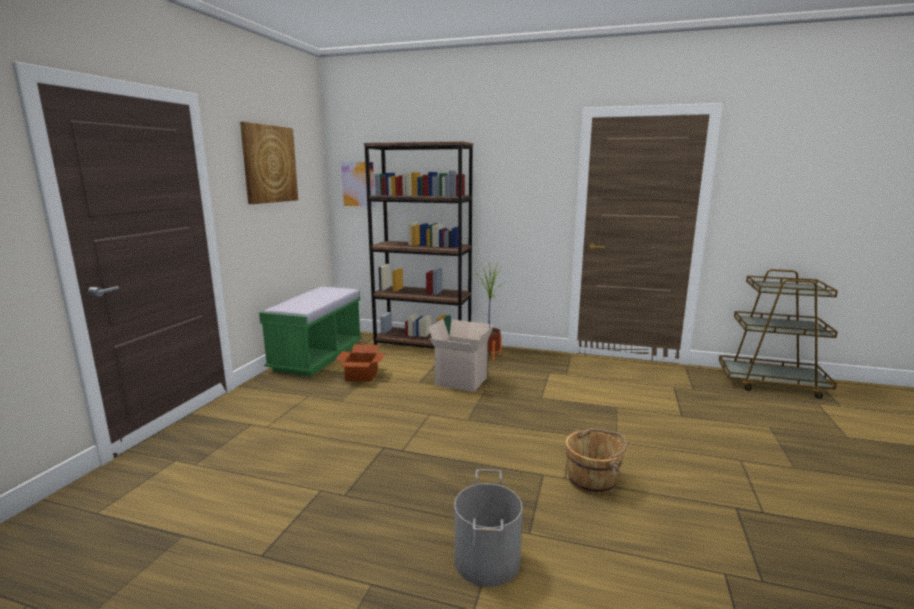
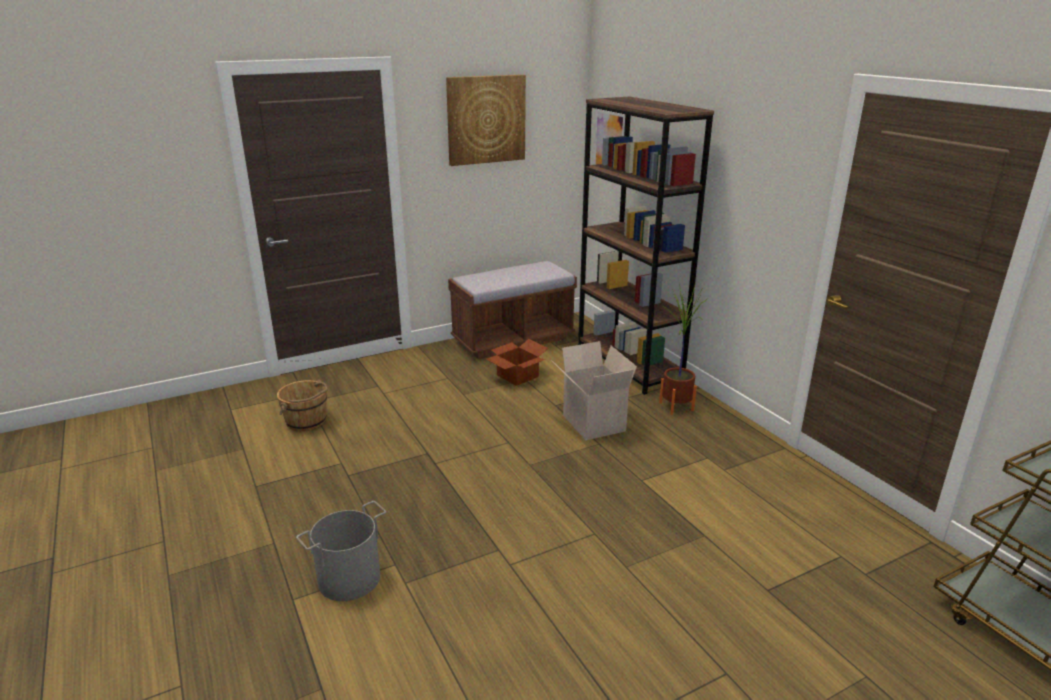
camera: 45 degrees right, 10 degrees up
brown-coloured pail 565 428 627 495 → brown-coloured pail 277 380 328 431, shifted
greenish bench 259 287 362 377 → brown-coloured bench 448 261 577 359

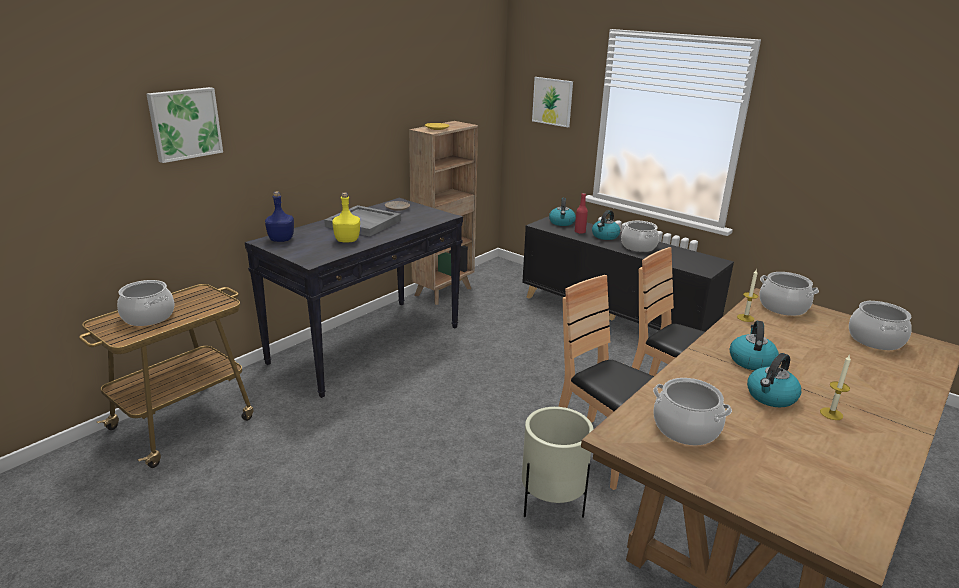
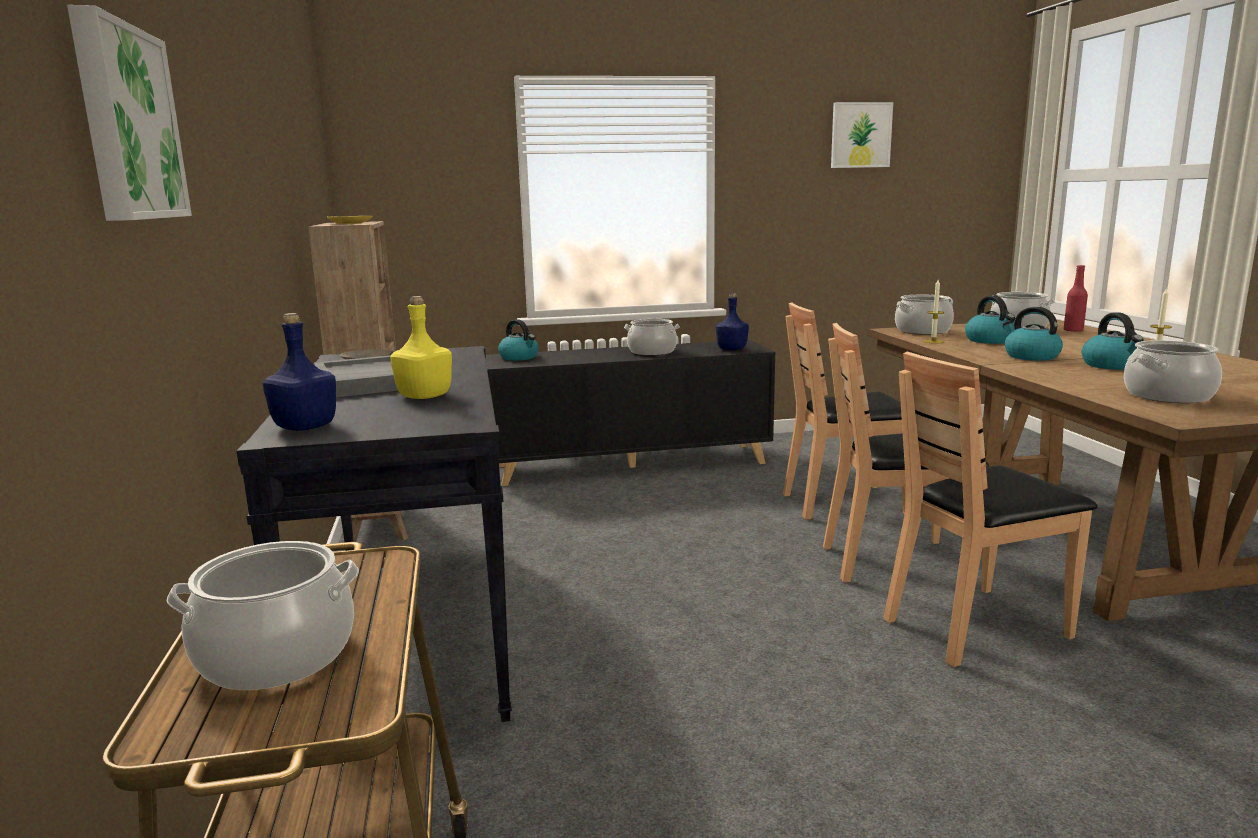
camera: 50 degrees left, 10 degrees down
- → blue beverage bottle 716 293 749 350
wall picture 532 77 573 127 → wall picture 831 102 893 168, shifted
reddish beverage bottle 575 193 588 234 → reddish beverage bottle 1063 265 1088 332, shifted
tea kettle 592 210 620 240 → tea kettle 965 295 1015 344, shifted
beige flower pot 522 407 593 518 → brown-coloured plain chair 883 351 1098 667

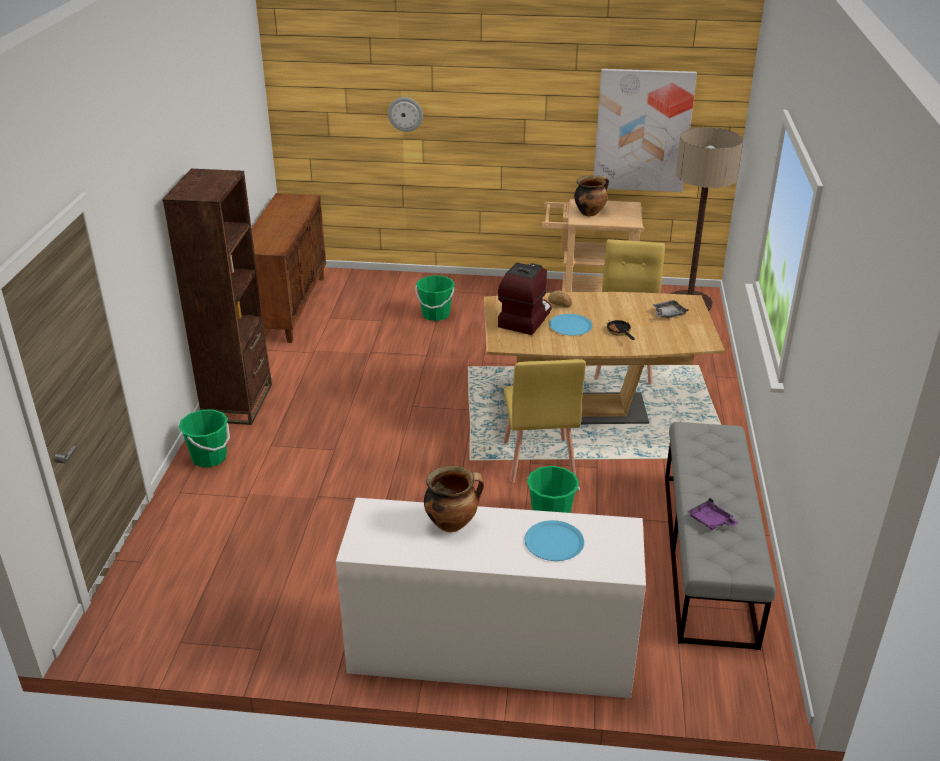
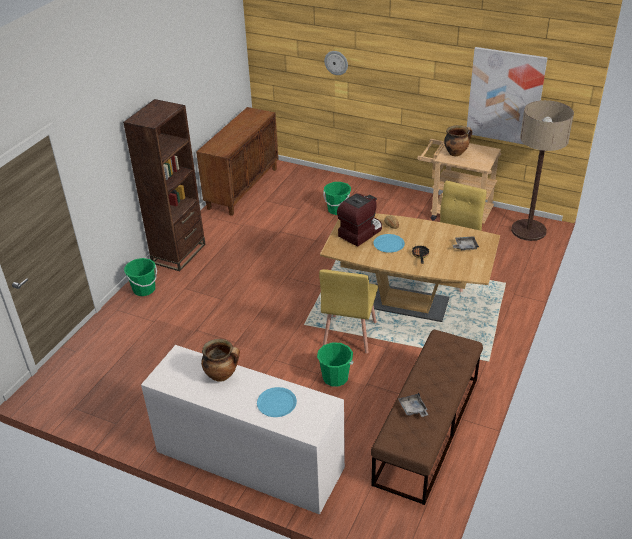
camera: 20 degrees right, 5 degrees up
grey bench 665 422 776 650 → brown-coloured bench 371 330 483 505
purple-coloured carrying tray 687 498 739 530 → grey carrying tray 398 392 428 417

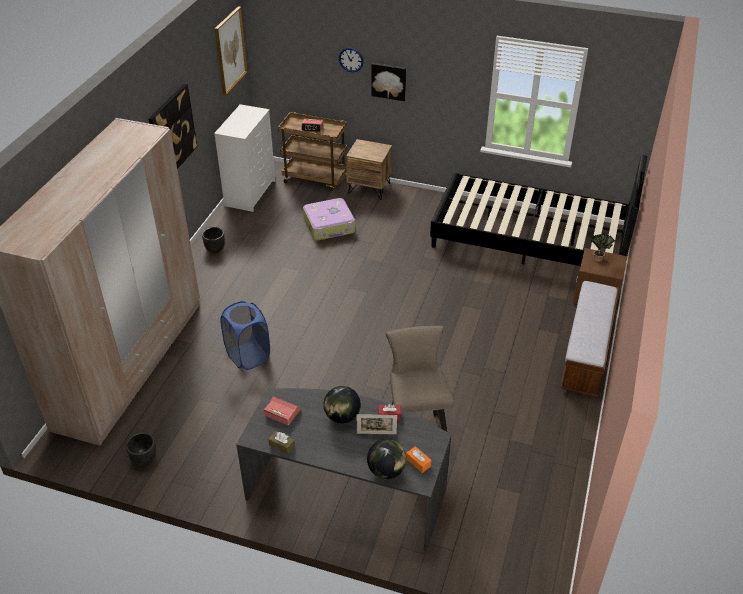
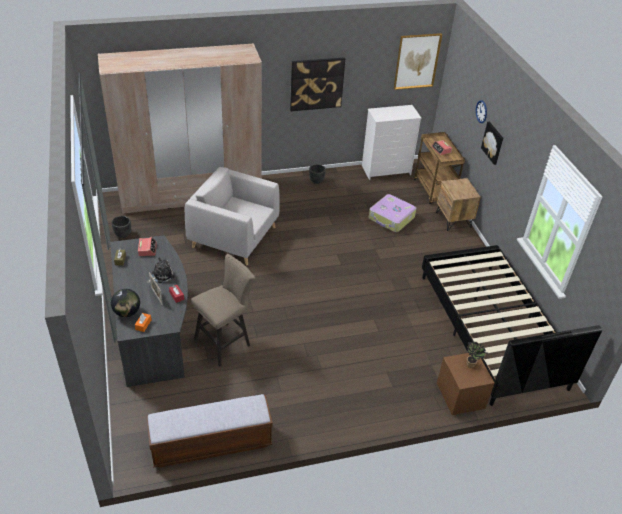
camera: 55 degrees right, 0 degrees up
bench 561 281 619 397 → bench 146 394 273 468, shifted
blue hamper 220 301 270 370 → grey lounge chair 185 167 280 265
desk globe 323 386 361 423 → cuddly toy 147 258 175 283

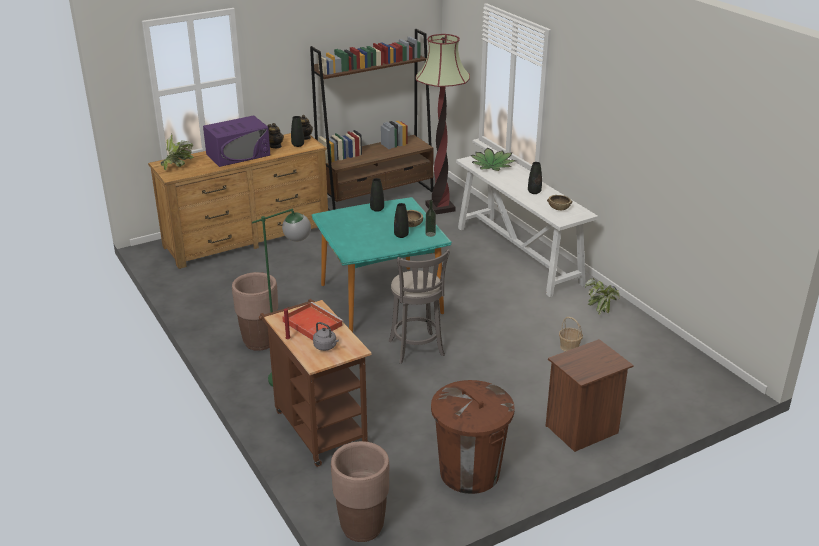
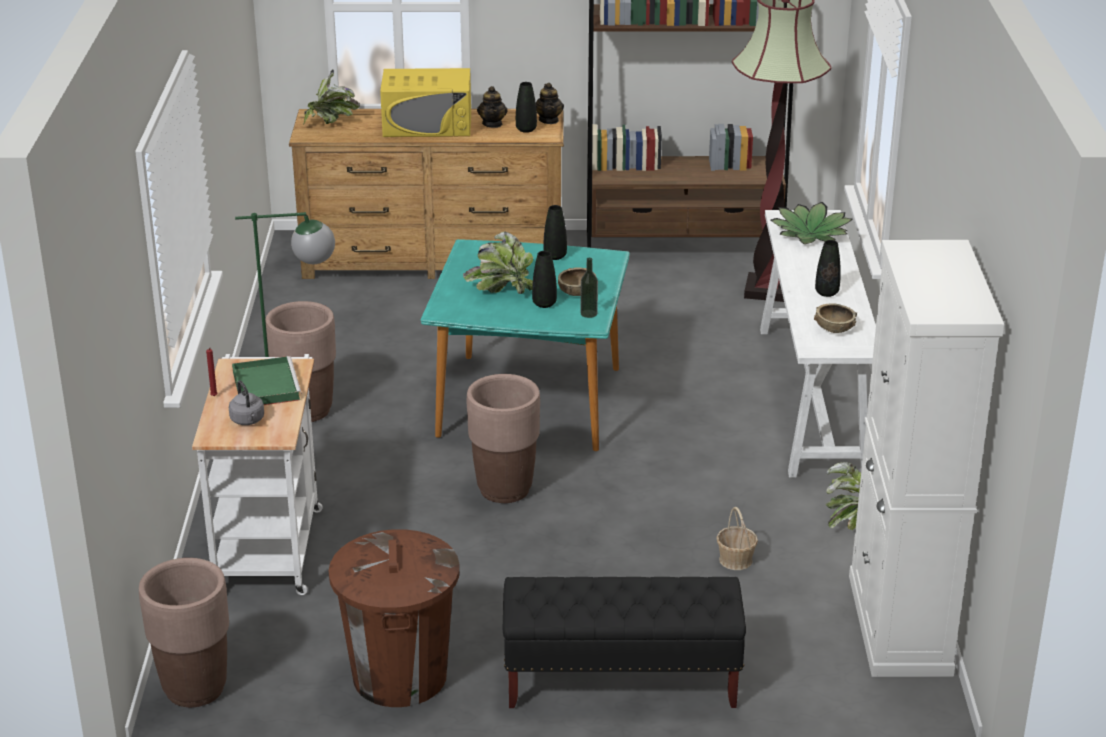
camera: 30 degrees right, 0 degrees up
- → potted plant 463 231 533 294
- → white storage cabinet 849 240 1004 677
grey stool 388 250 450 364 → brown-coloured flower pot 467 374 540 503
brown-coloured nightstand 545 339 634 452 → black-coloured bench 503 577 746 708
purple-coloured microwave oven 203 115 270 167 → yellowish microwave oven 380 68 471 137
brown-coloured trolley 259 299 372 467 → white trolley 192 354 323 595
reddish carrying tray 282 302 344 341 → greenish carrying tray 232 356 302 405

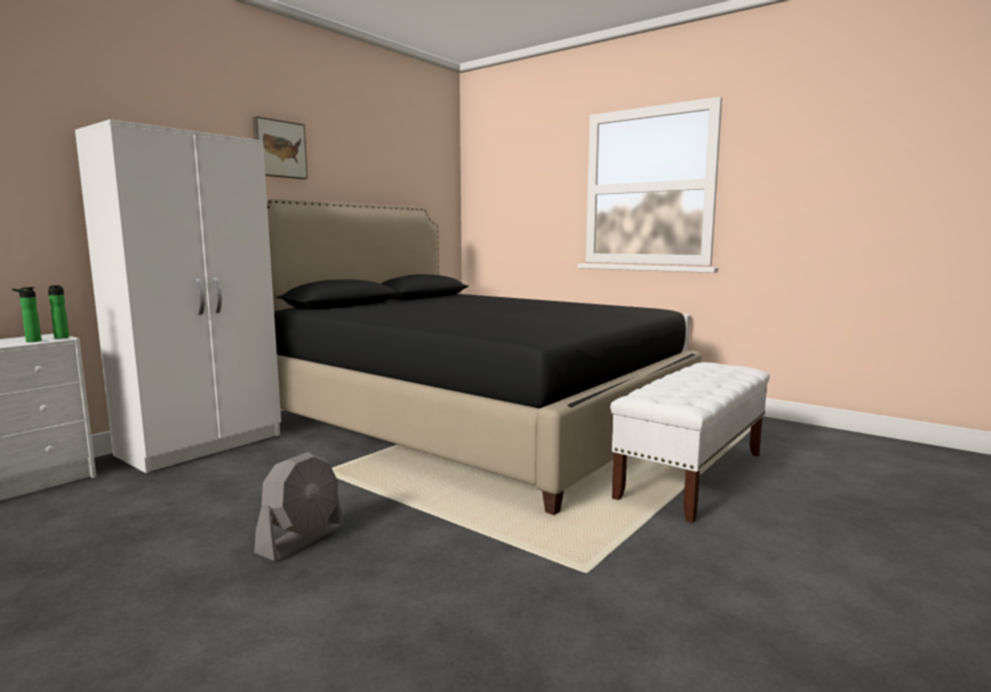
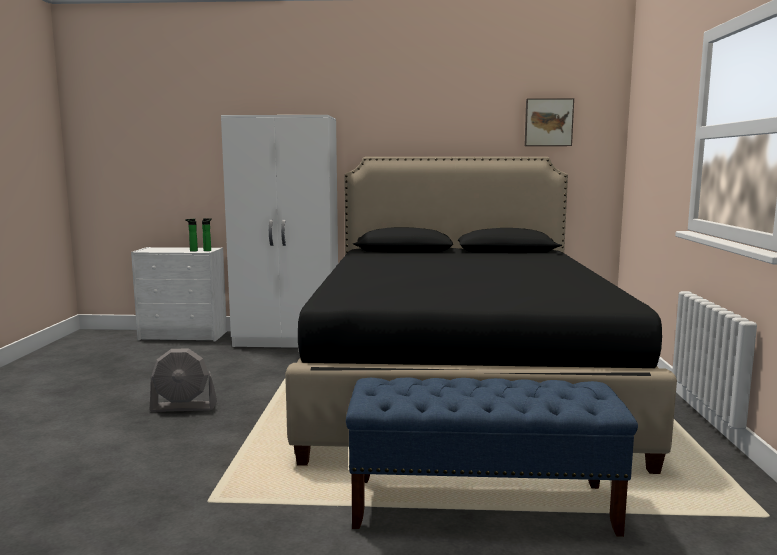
camera: 55 degrees right, 0 degrees up
wall picture 252 116 308 179 → wall picture 524 98 574 146, shifted
white bench 610 362 770 523 → blue bench 346 378 638 537

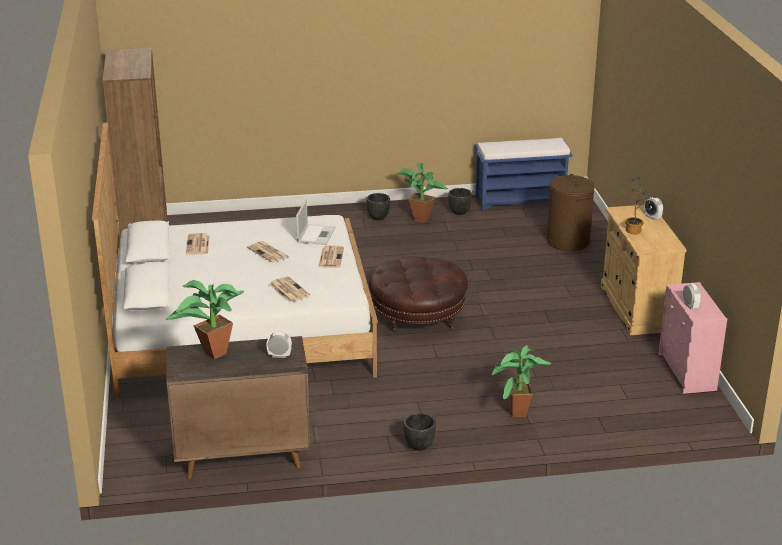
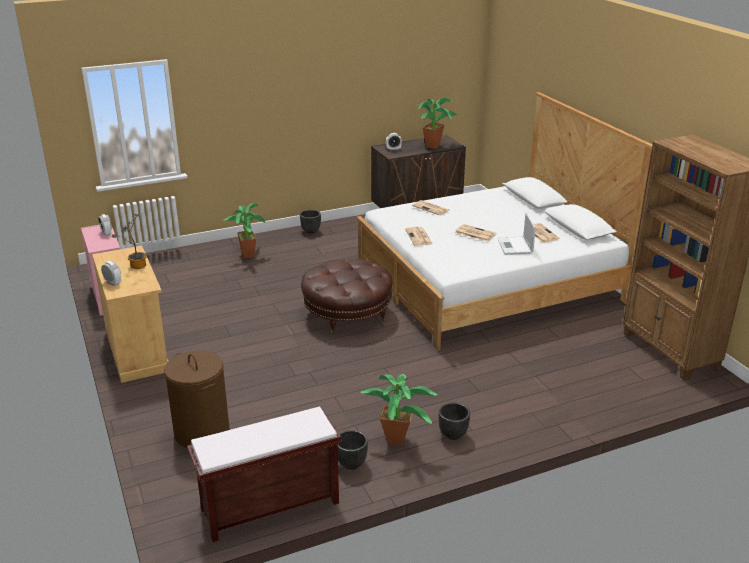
camera: 165 degrees right, 0 degrees up
portable computer 296 199 335 245 → portable computer 497 213 536 255, shifted
blue bench 474 138 573 210 → brown-coloured bench 187 407 342 542

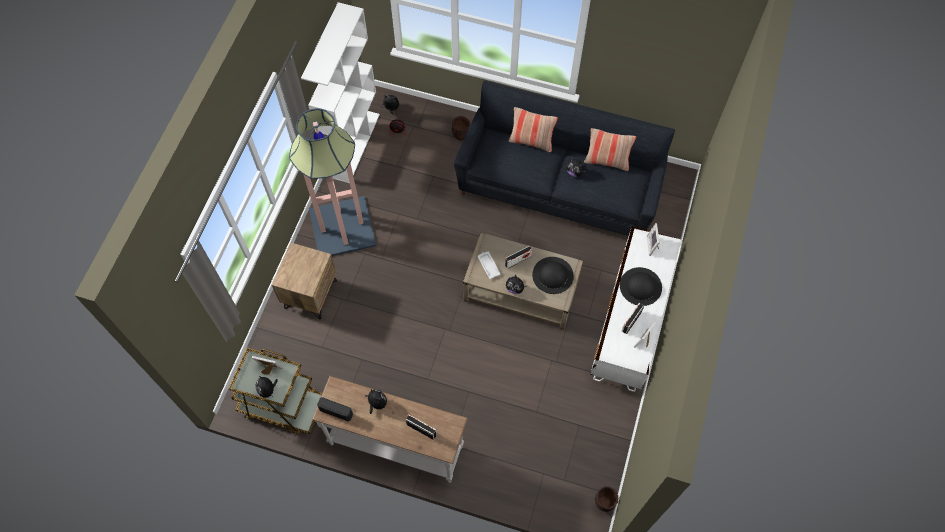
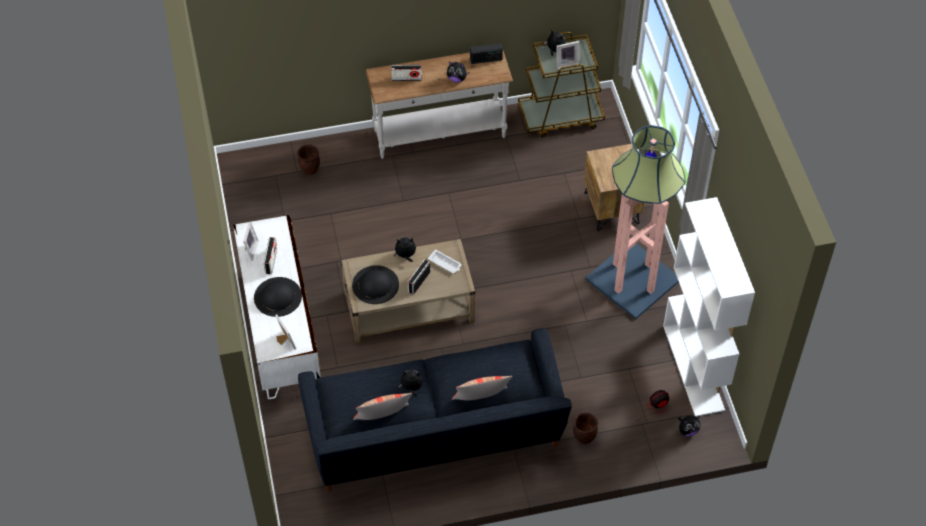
camera: 150 degrees right, 10 degrees down
brown-coloured flower pot 595 486 618 512 → brown-coloured flower pot 297 144 320 175, shifted

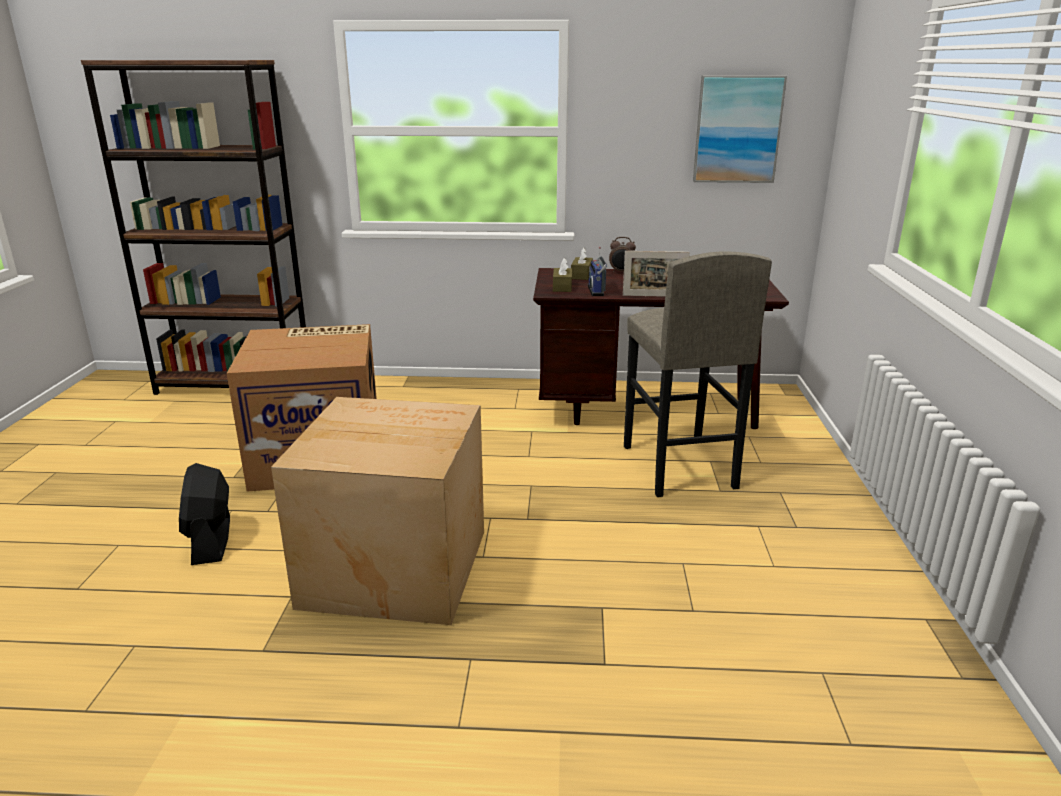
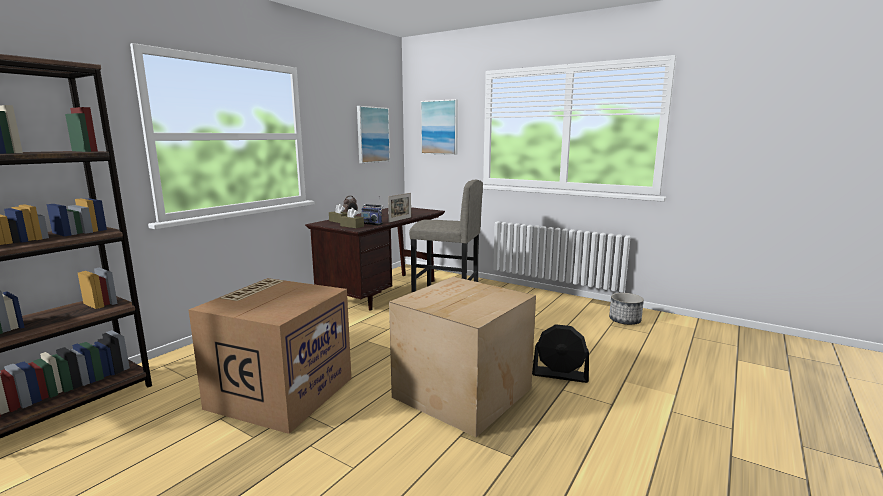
camera: 60 degrees left, 10 degrees down
- → wall picture 421 99 458 155
- → flower pot 609 293 644 325
black-coloured electric fan 179 463 230 565 → black-coloured electric fan 532 324 589 383, shifted

